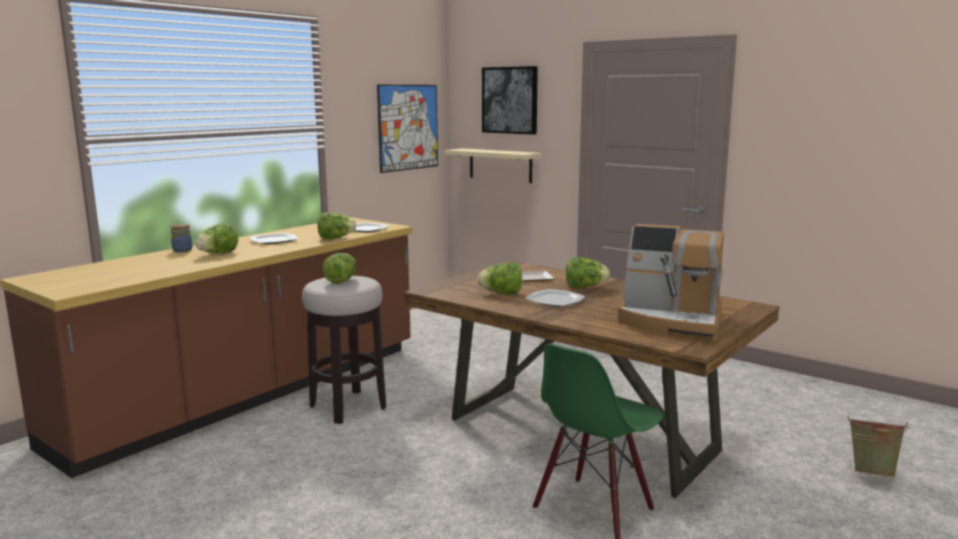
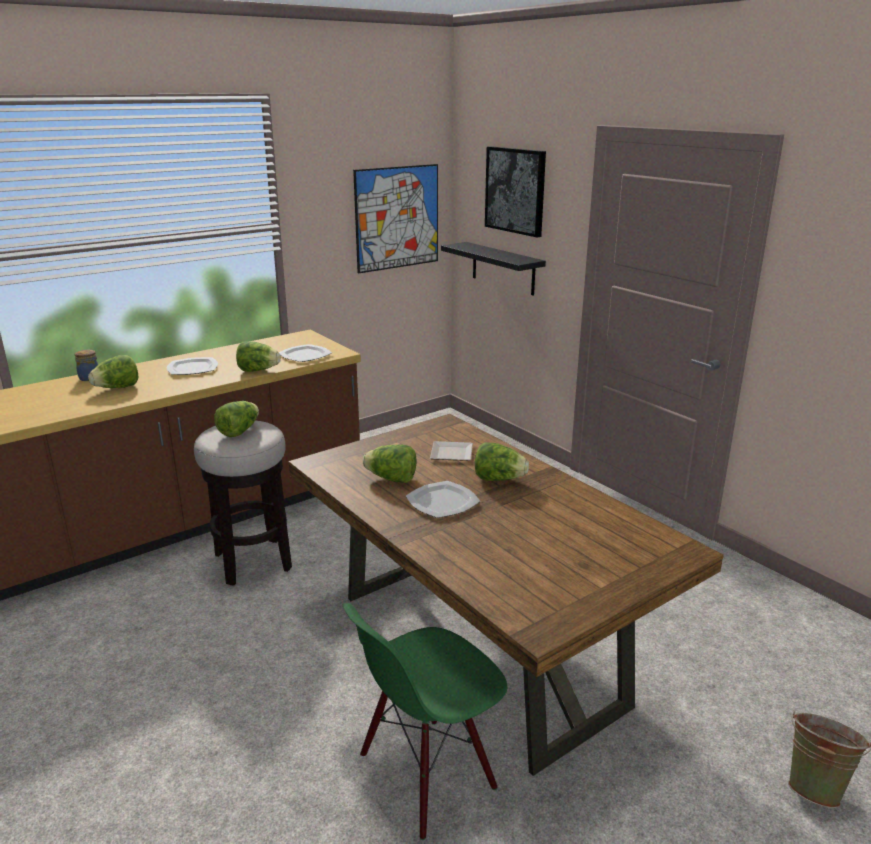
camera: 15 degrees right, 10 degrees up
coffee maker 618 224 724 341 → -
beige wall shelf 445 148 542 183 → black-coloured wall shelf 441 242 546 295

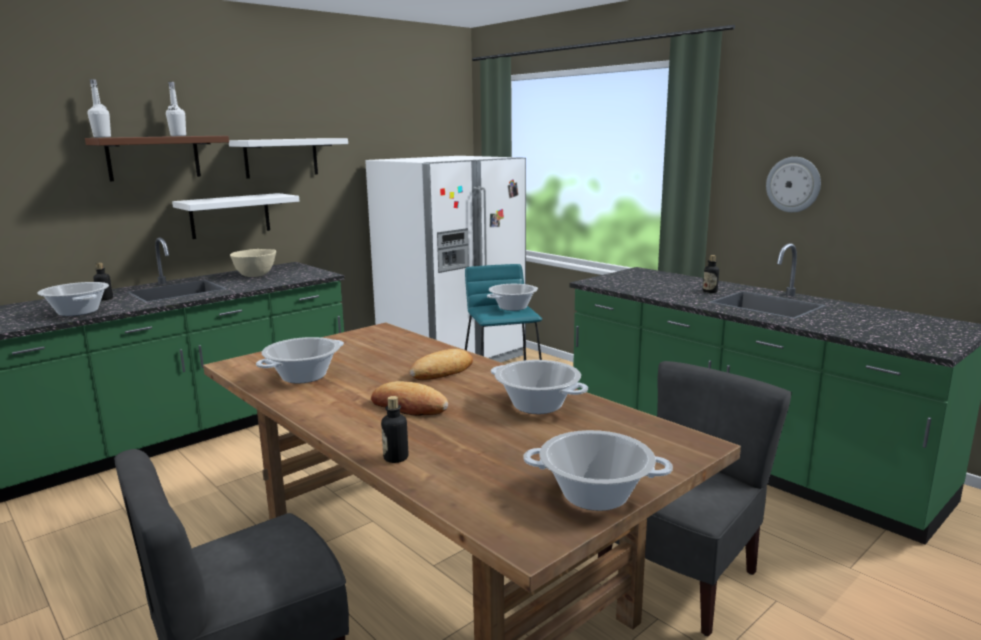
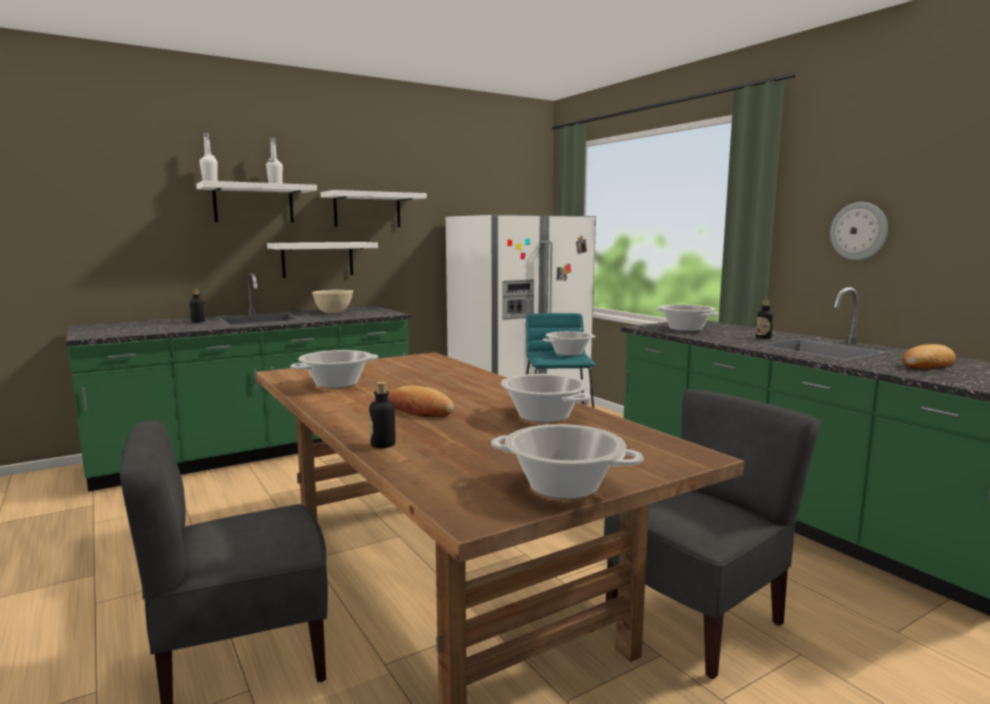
camera: 10 degrees right, 5 degrees down
stockpot 37 282 109 316 → stockpot 656 305 719 331, shifted
bakery bread 409 349 473 380 → bakery bread 902 344 956 369, shifted
brown-coloured wall shelf 85 136 229 181 → white wall shelf 196 181 317 223

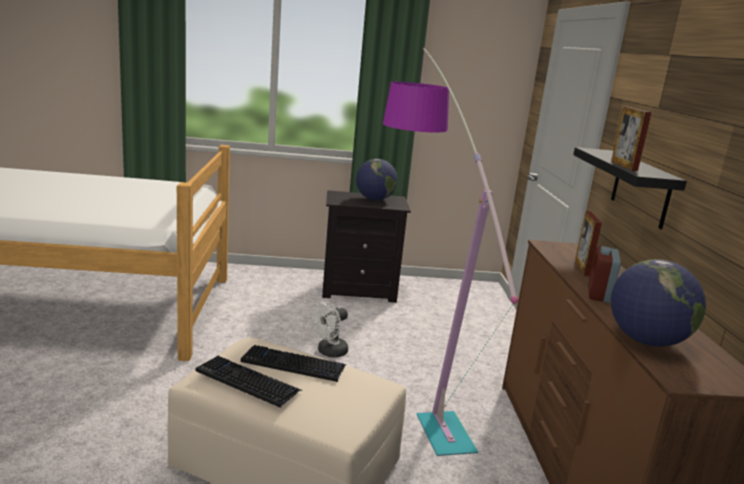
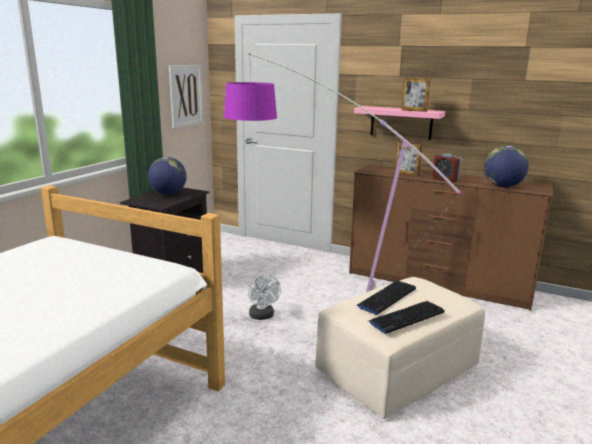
camera: 60 degrees left, 0 degrees up
- → wall picture 169 65 204 128
black-coloured wall shelf 573 147 687 229 → pinkish wall shelf 354 106 445 140

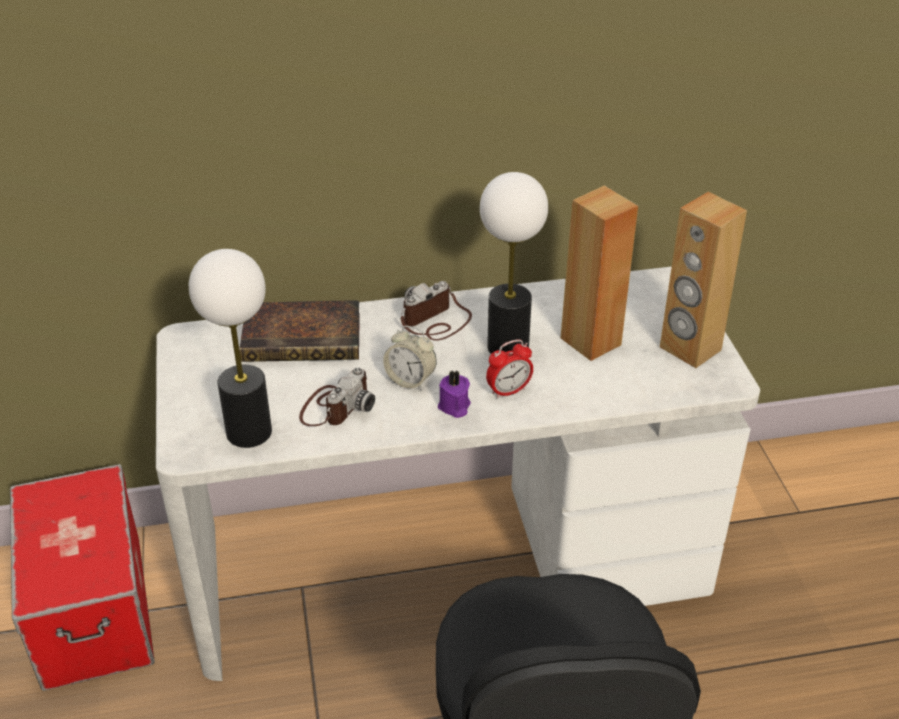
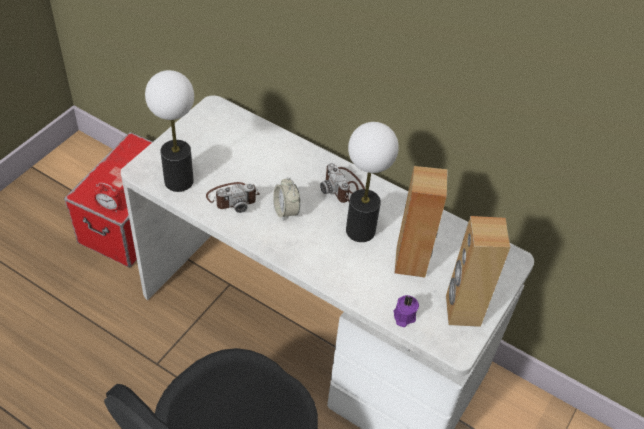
camera: 40 degrees right, 10 degrees up
volume 240 300 360 362 → -
purple-coloured wax light 438 370 471 418 → purple-coloured wax light 393 295 419 327, shifted
alarm clock 486 339 533 399 → alarm clock 94 183 122 212, shifted
photo camera 401 281 472 341 → photo camera 320 163 365 203, 120 degrees counterclockwise

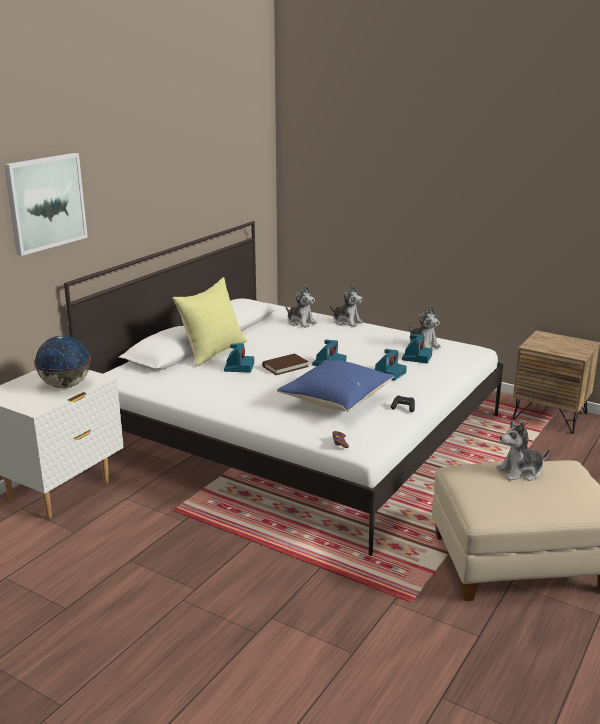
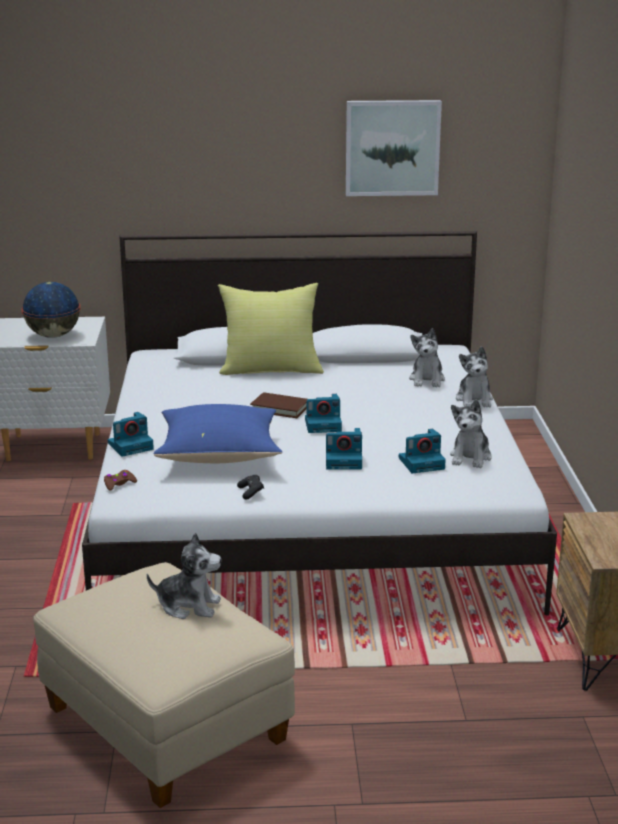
camera: 55 degrees right, 0 degrees up
wall picture 4 153 88 256 → wall picture 346 100 442 196, shifted
photo camera 224 343 254 373 → photo camera 108 412 154 457, shifted
cuddly toy 497 420 550 481 → cuddly toy 147 533 222 619, 150 degrees clockwise

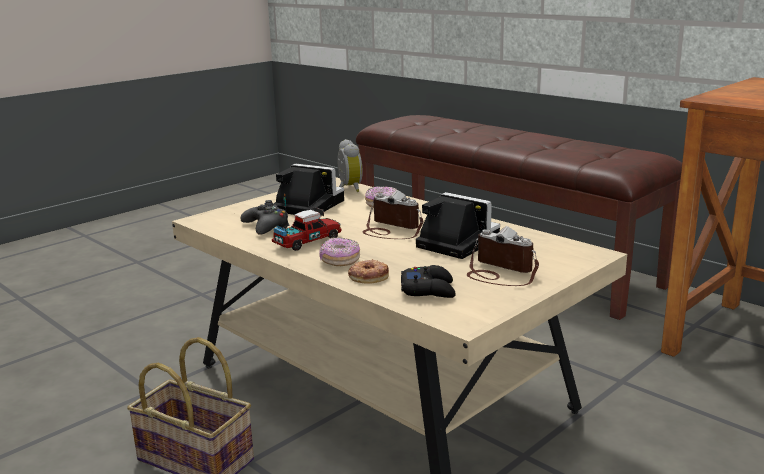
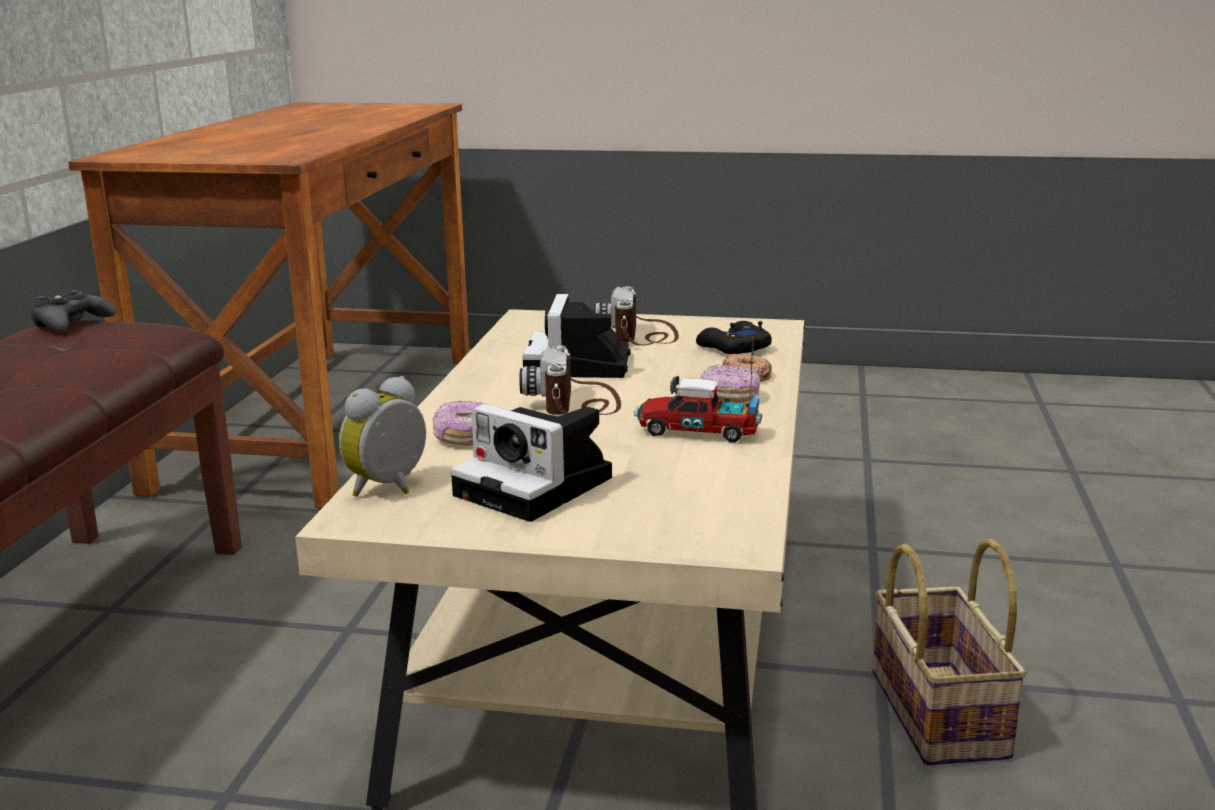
camera: 125 degrees left, 0 degrees up
black-coloured joypad 241 200 290 235 → black-coloured joypad 31 290 116 333, shifted
photo camera 274 164 344 215 → photo camera 451 404 612 522, 45 degrees counterclockwise

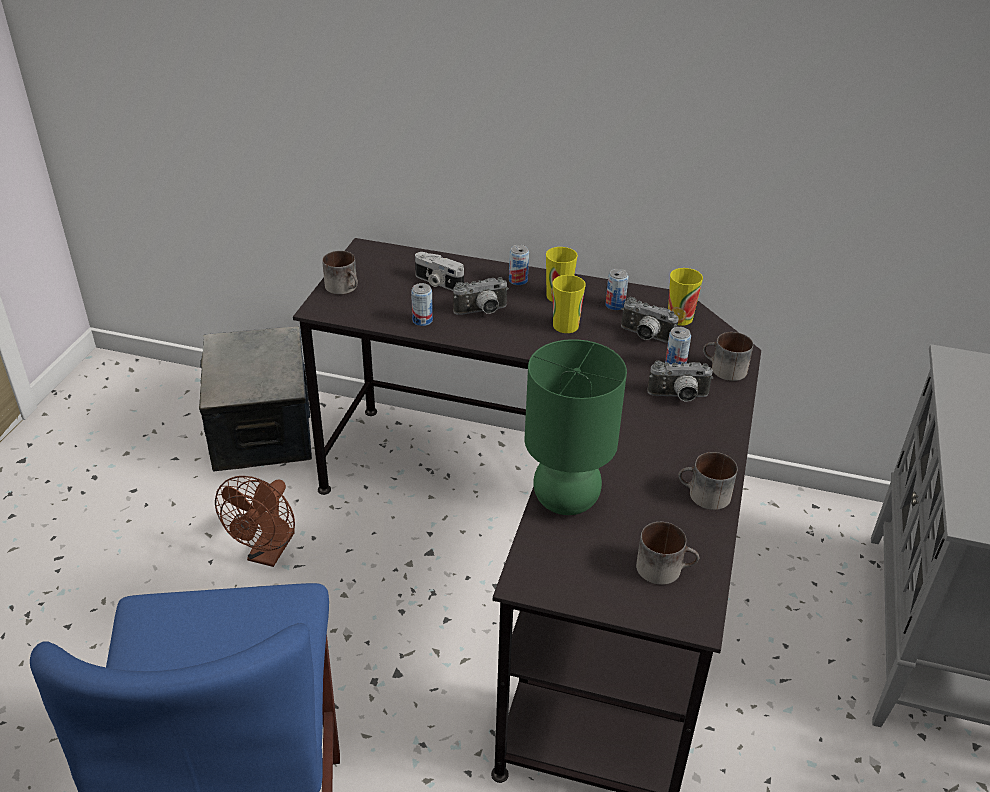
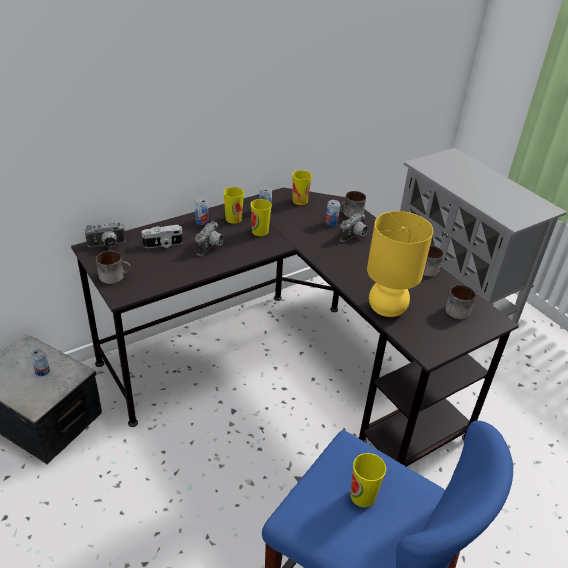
camera: 50 degrees left, 0 degrees up
brown-coloured electric fan 215 476 295 567 → -
- → cup 351 453 386 507
metal can 411 283 433 326 → metal can 31 349 50 376, shifted
photo camera 621 297 678 343 → photo camera 85 222 126 247, shifted
greenish tabletop lamp 524 339 627 515 → yellowish tabletop lamp 367 211 433 317

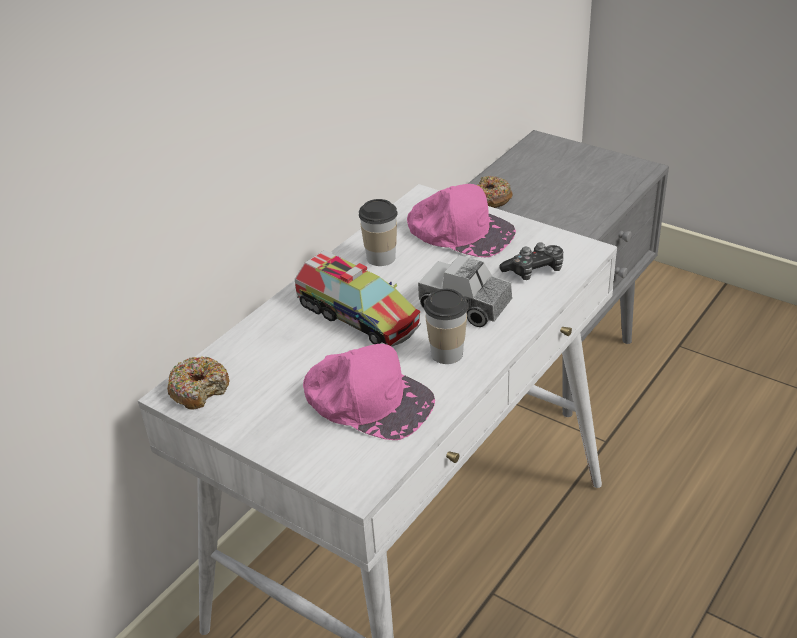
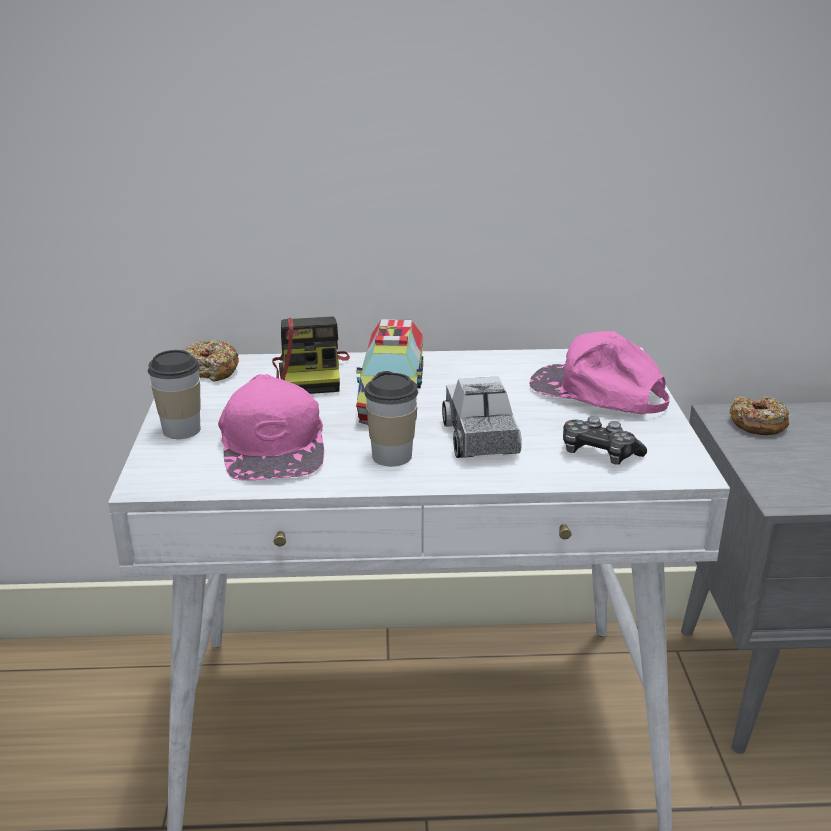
camera: 50 degrees right, 10 degrees down
- → photo camera 272 317 350 394
cup 359 199 398 266 → cup 148 350 201 439, shifted
pinkish peaked cap 407 184 516 257 → pinkish peaked cap 529 331 670 415, 135 degrees clockwise

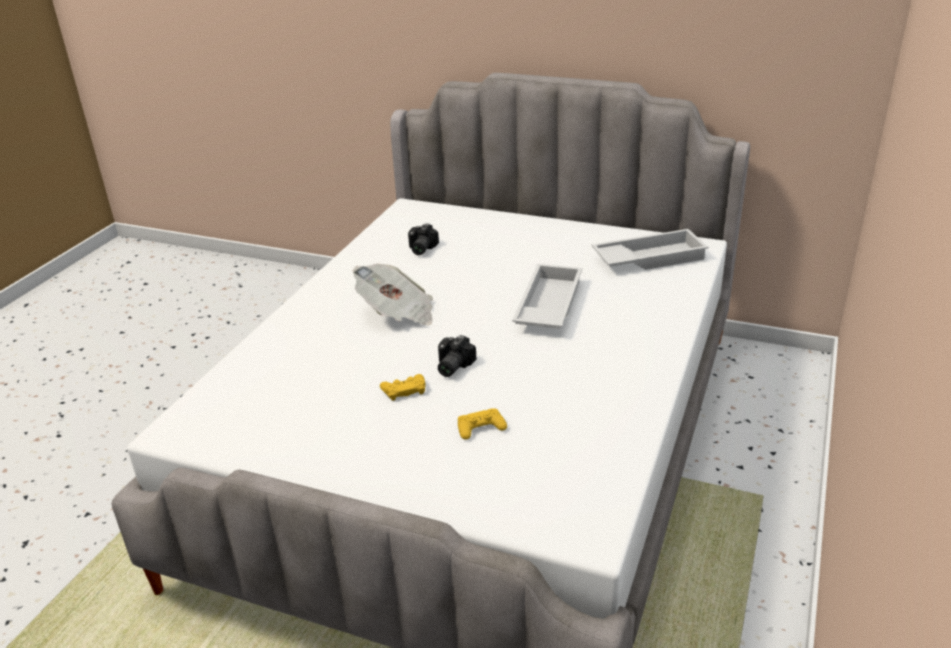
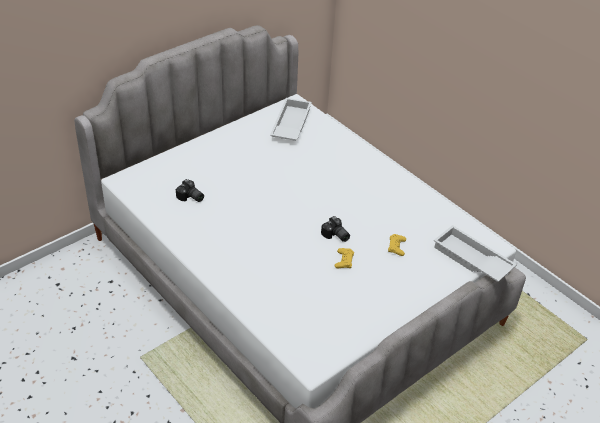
camera: 65 degrees left, 10 degrees up
daily paper 353 264 433 325 → -
white carrying tray 512 264 582 329 → white carrying tray 434 225 517 282, shifted

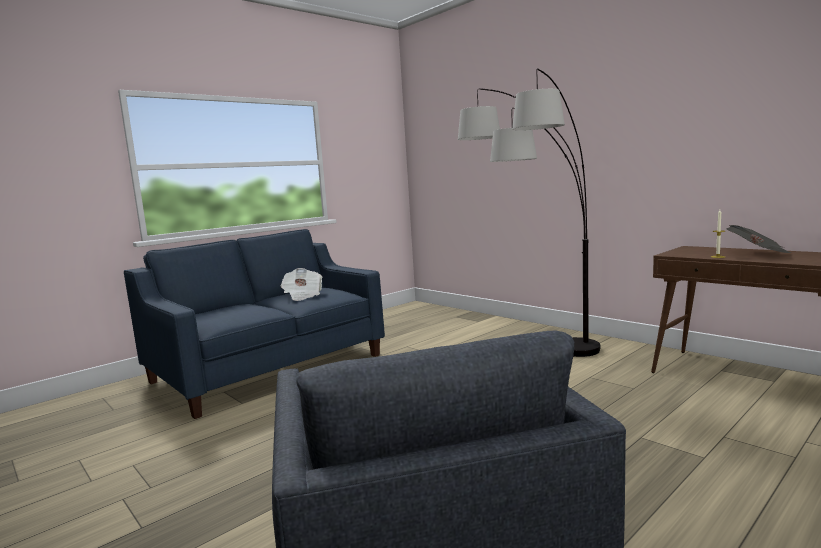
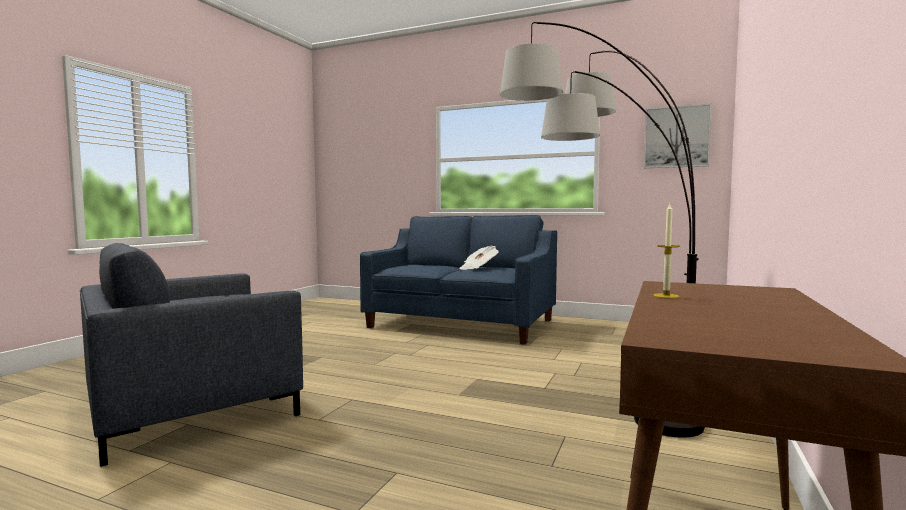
camera: 65 degrees right, 5 degrees down
daily paper 726 225 792 253 → -
- → wall picture 644 103 712 168

